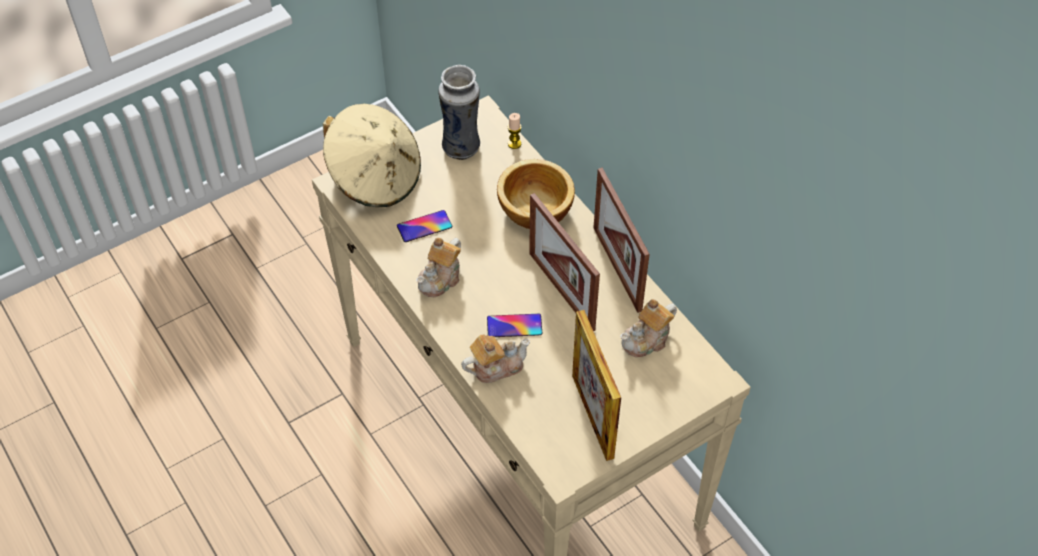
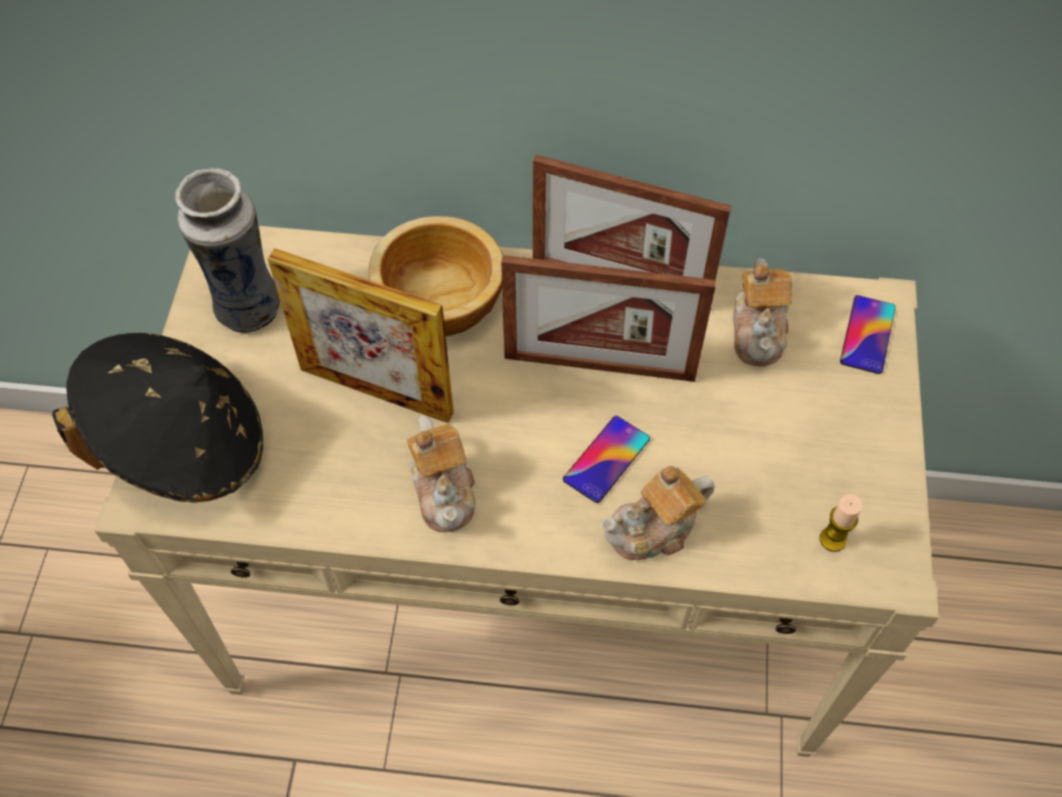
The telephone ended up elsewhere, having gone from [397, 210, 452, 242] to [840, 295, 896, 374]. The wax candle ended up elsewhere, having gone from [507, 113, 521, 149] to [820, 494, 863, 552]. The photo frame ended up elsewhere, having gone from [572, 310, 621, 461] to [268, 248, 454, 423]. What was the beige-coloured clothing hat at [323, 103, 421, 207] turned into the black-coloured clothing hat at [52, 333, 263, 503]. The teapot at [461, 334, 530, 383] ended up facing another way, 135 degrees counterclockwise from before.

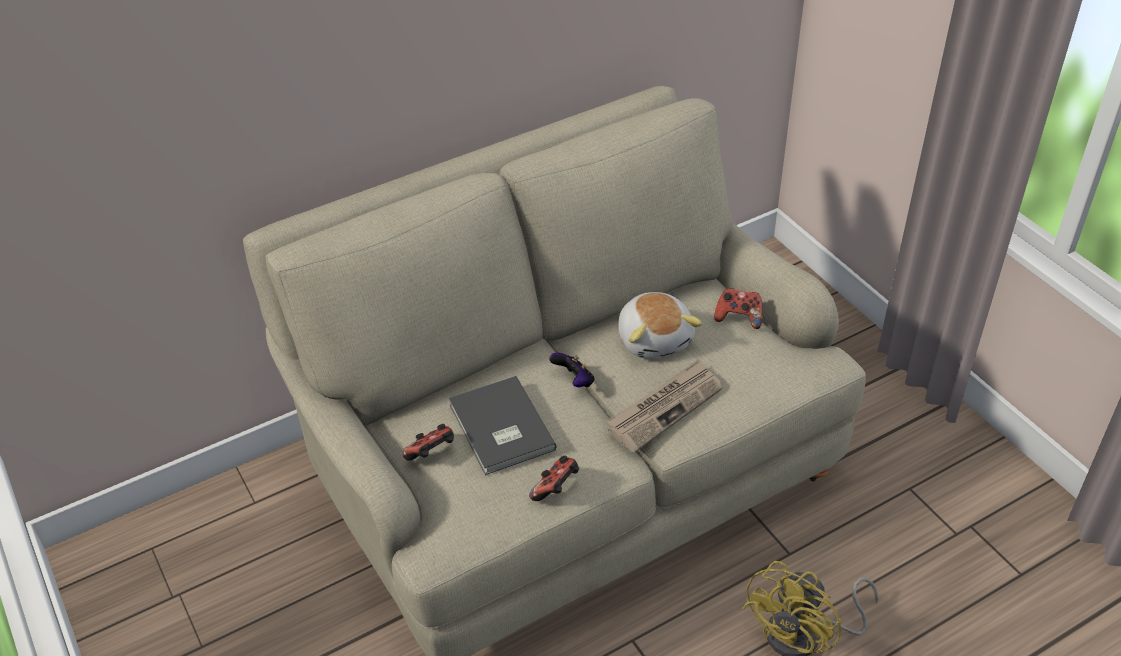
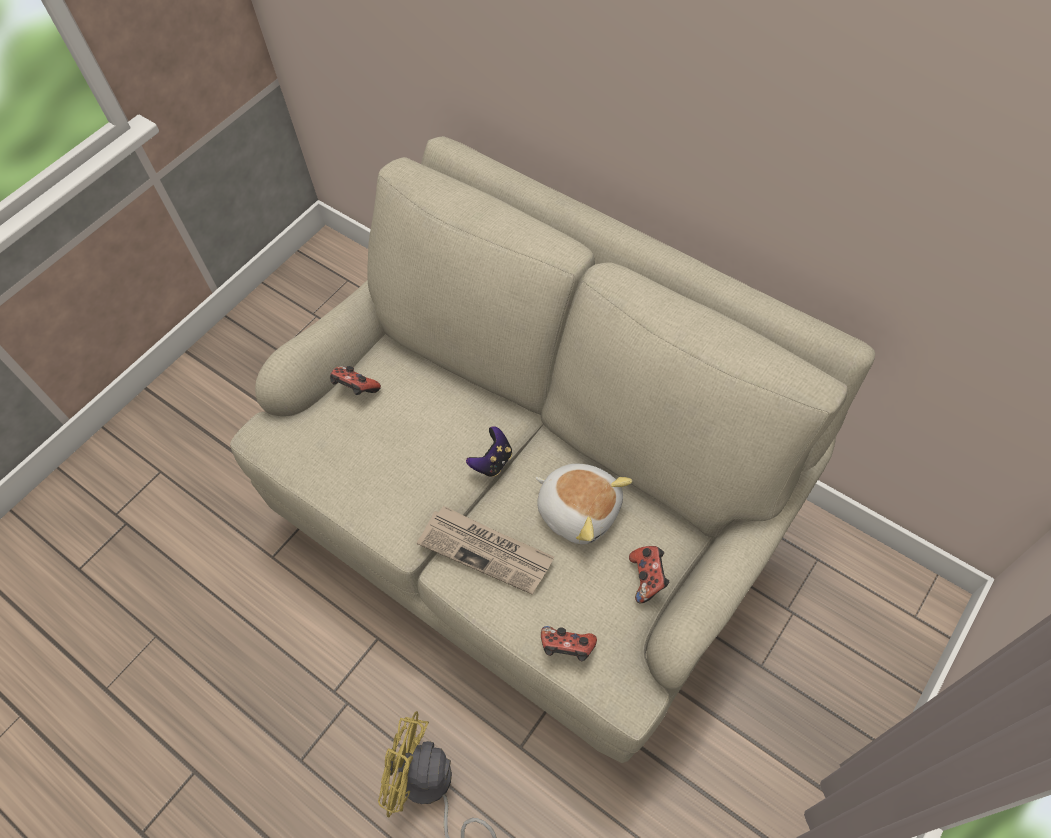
The second view lost the grey bound book at [449, 376, 557, 475]. The joypad ended up elsewhere, having gone from [529, 456, 579, 501] to [541, 626, 597, 661]. The cuddly toy at [618, 292, 702, 359] ended up facing another way, 105 degrees counterclockwise from before.

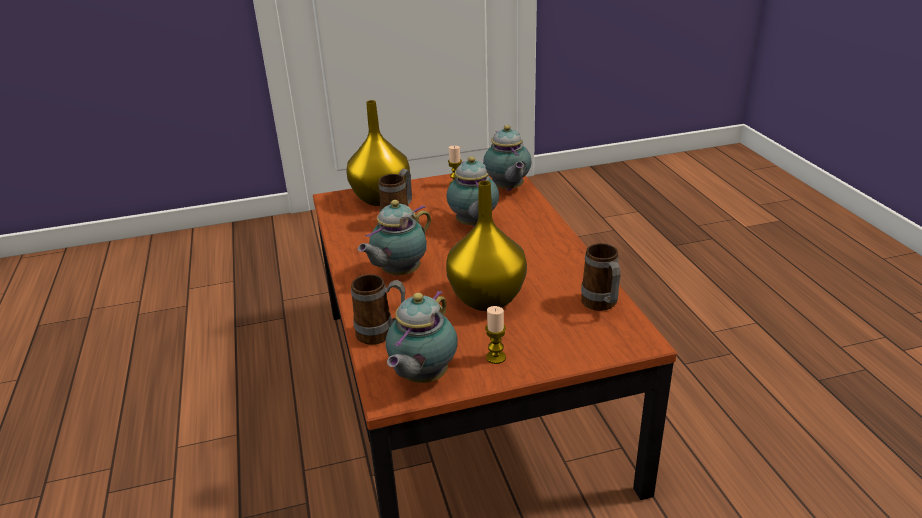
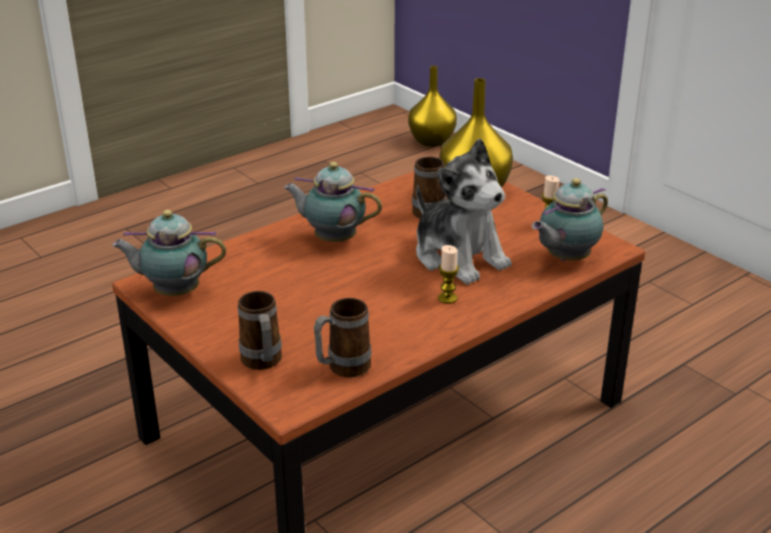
The tea mug ended up elsewhere, having gone from [351, 274, 405, 345] to [238, 291, 282, 370]. The yellow-coloured flower vase ended up elsewhere, having gone from [446, 181, 527, 311] to [408, 66, 457, 147]. The wax candle ended up elsewhere, having gone from [485, 306, 506, 364] to [438, 245, 459, 304]. Where the teapot stood at [446, 156, 499, 227], the cuddly toy came to stand at [416, 138, 511, 285].

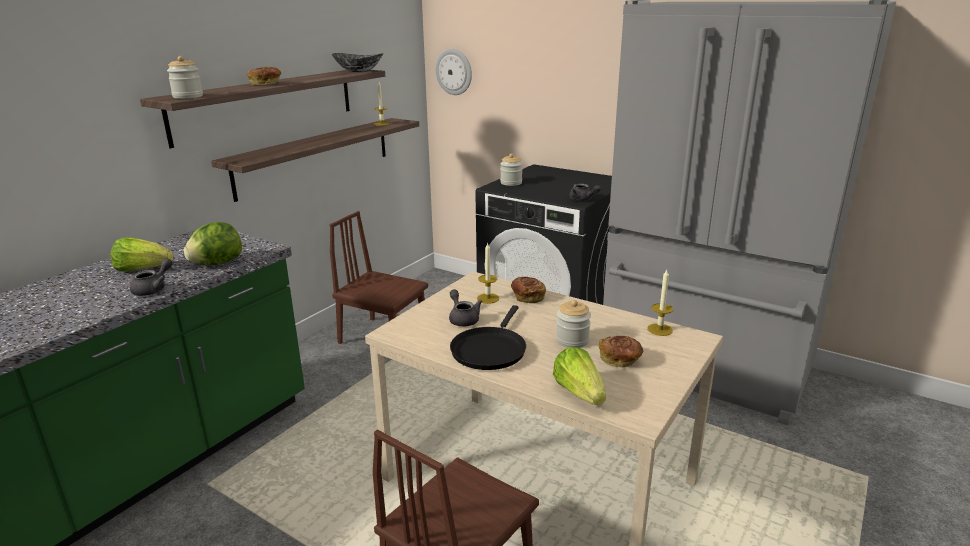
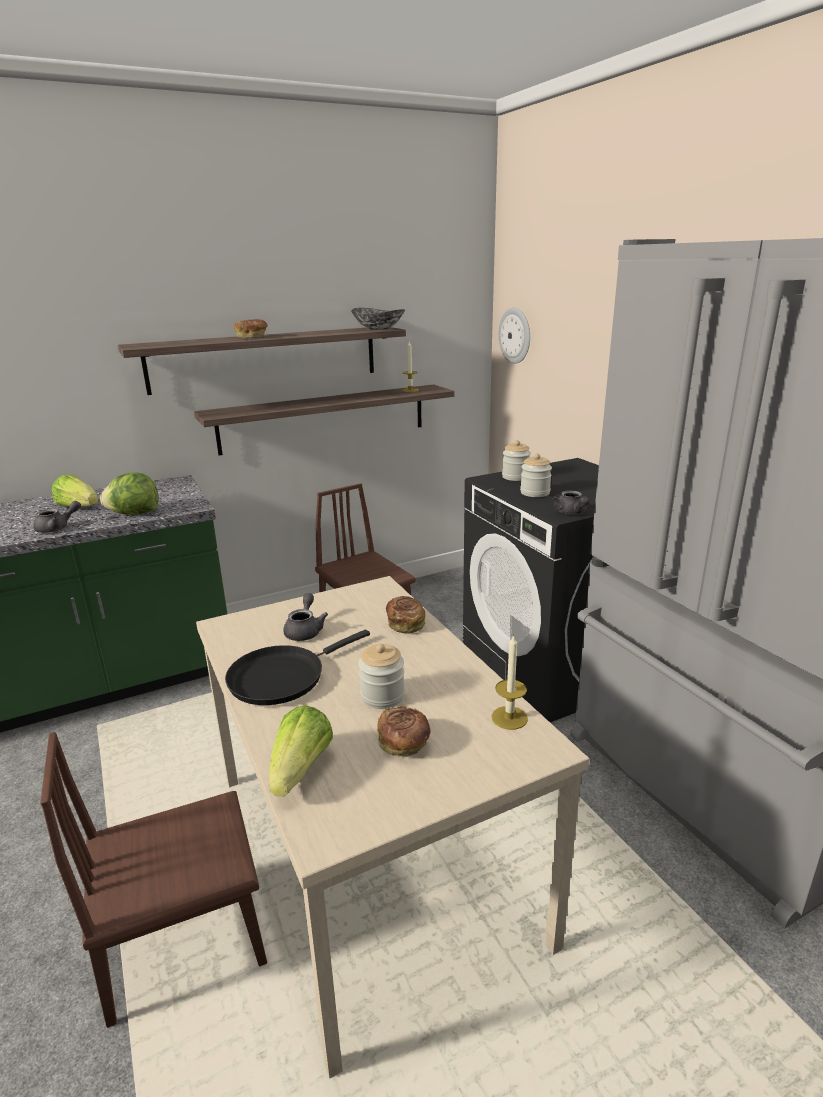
The second view lost the wax candle at [477, 242, 499, 304]. The preserve jar ended up elsewhere, having gone from [167, 56, 203, 99] to [520, 454, 552, 497].

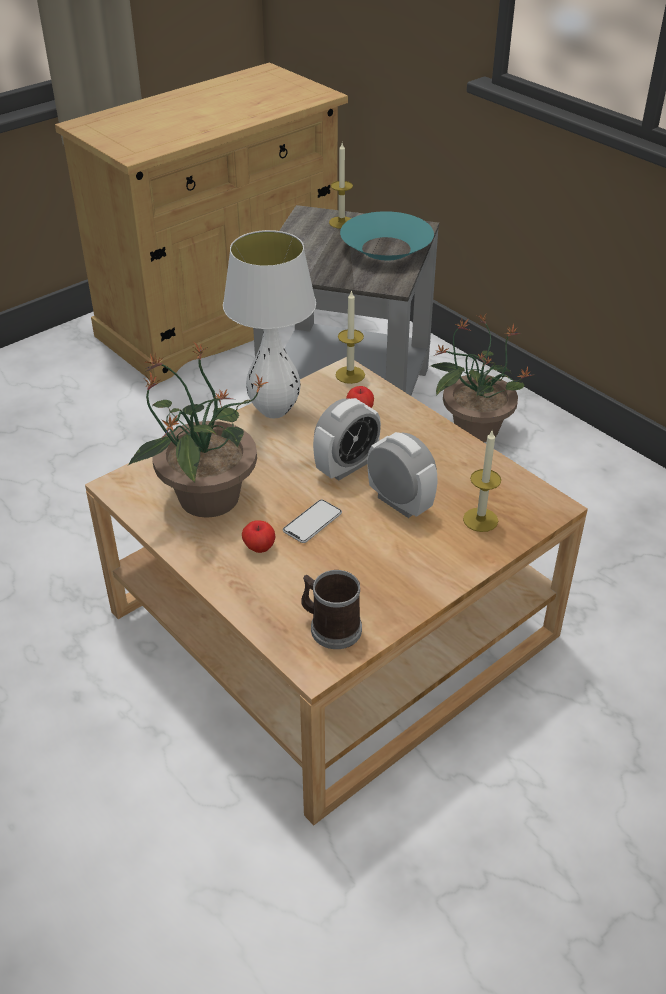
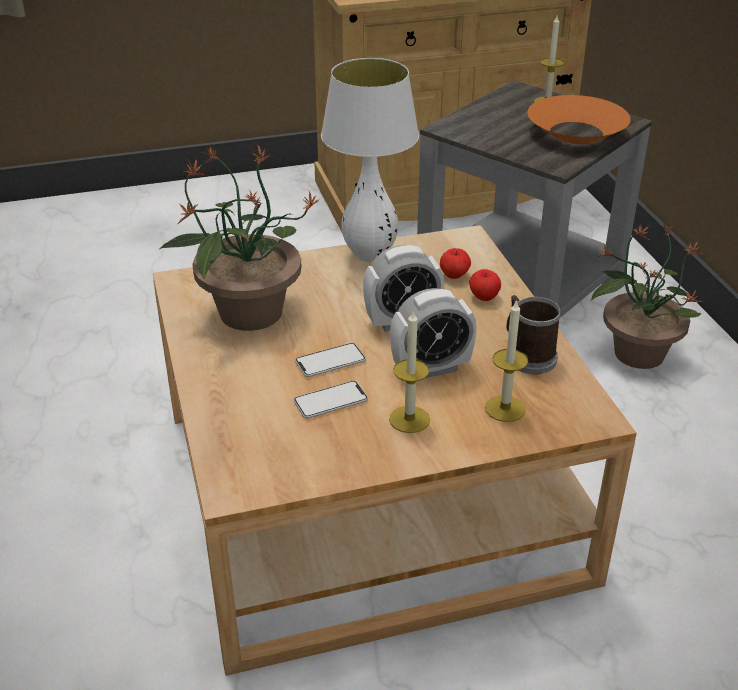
The second view gained the telephone at [293, 381, 368, 419]. The apple fruit ended up elsewhere, having gone from [242, 520, 275, 553] to [469, 269, 501, 301]. The tea mug ended up elsewhere, having gone from [301, 570, 362, 649] to [506, 295, 562, 374]. The wax candle ended up elsewhere, having gone from [335, 290, 365, 384] to [389, 311, 430, 433]. What was the turquoise deep dish at [340, 211, 434, 260] turned into the orange-coloured deep dish at [527, 95, 631, 144]. The table clock at [367, 432, 438, 518] ended up facing another way, 90 degrees clockwise from before.

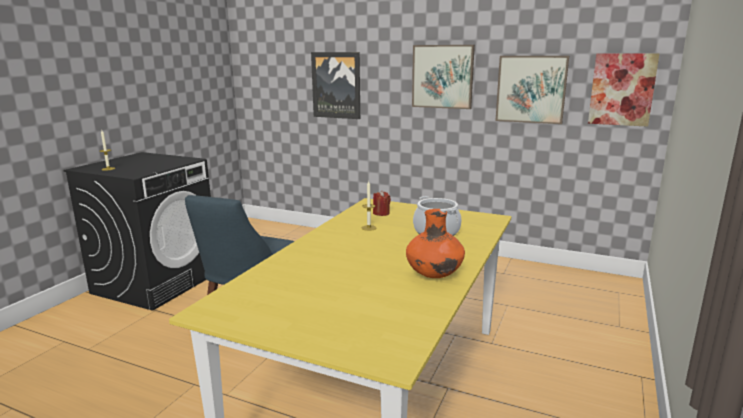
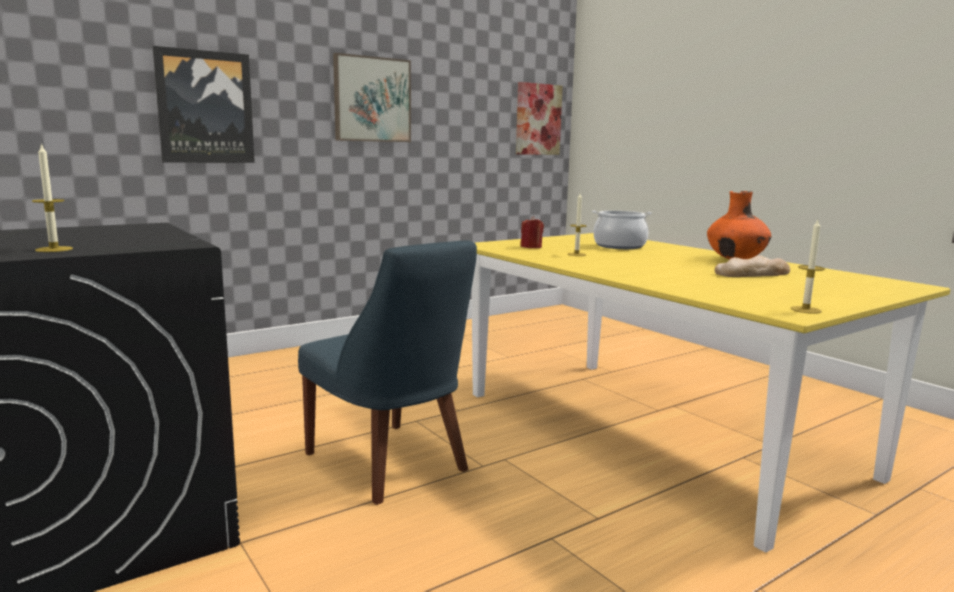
The second view lost the wall picture at [495, 56, 569, 124]. The second view gained the bakery bread at [715, 255, 790, 277]. The second view gained the wax candle at [790, 220, 825, 314].

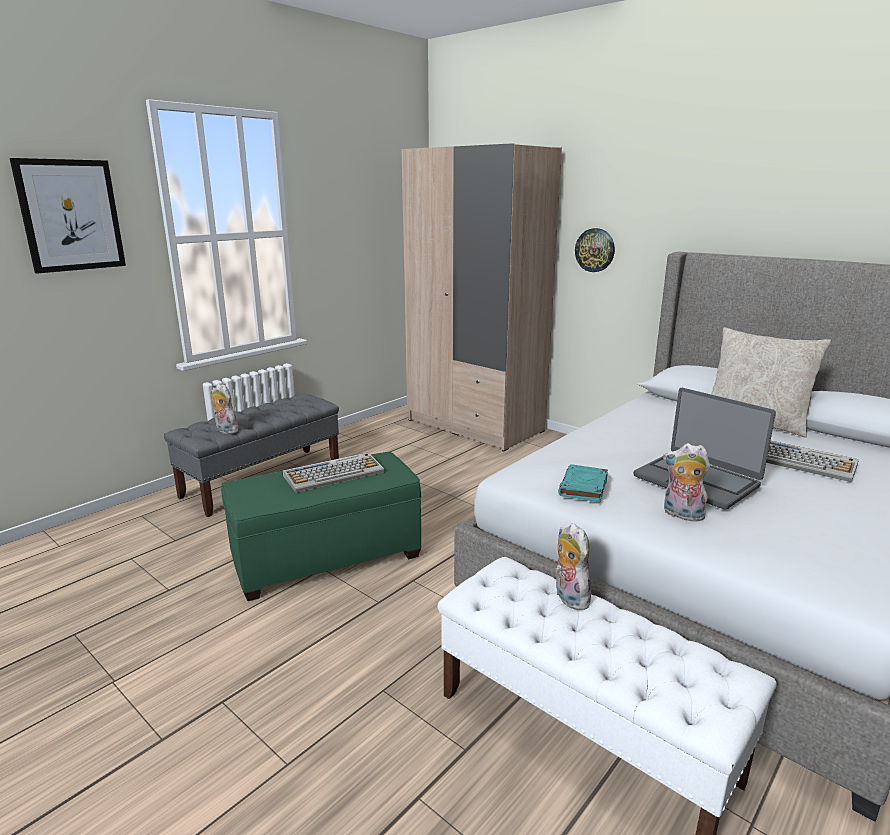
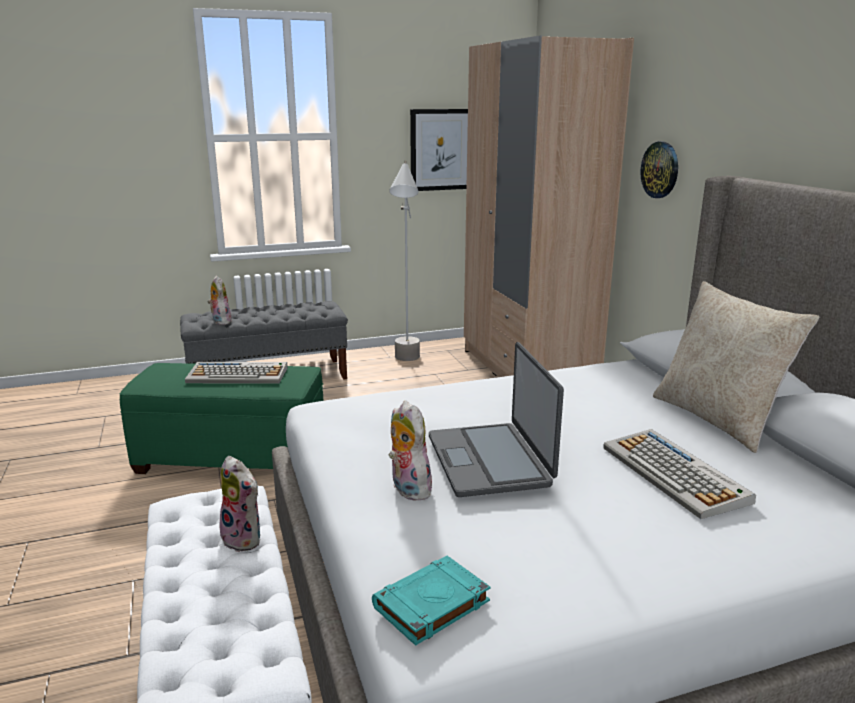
The second view gained the grey standing lamp at [389, 160, 420, 361]. The wall picture ended up elsewhere, having gone from [9, 158, 126, 274] to [410, 109, 468, 191]. The turquoise bound book ended up elsewhere, having gone from [558, 464, 608, 502] to [372, 556, 490, 646]. The cuddly toy at [555, 523, 593, 610] ended up facing another way, 120 degrees clockwise from before.

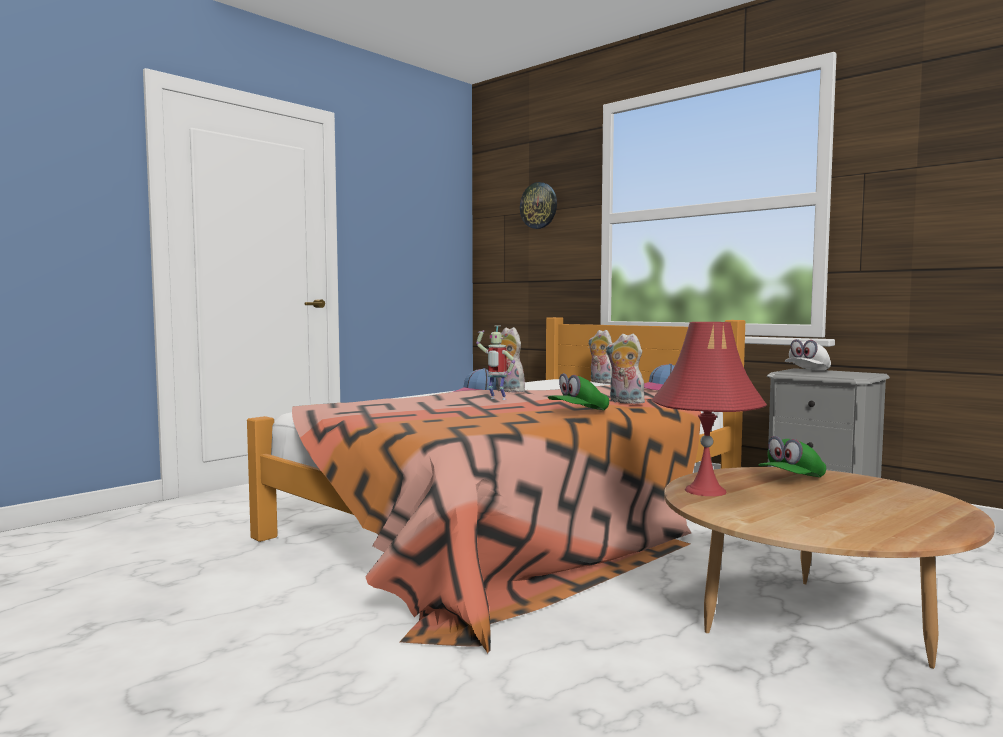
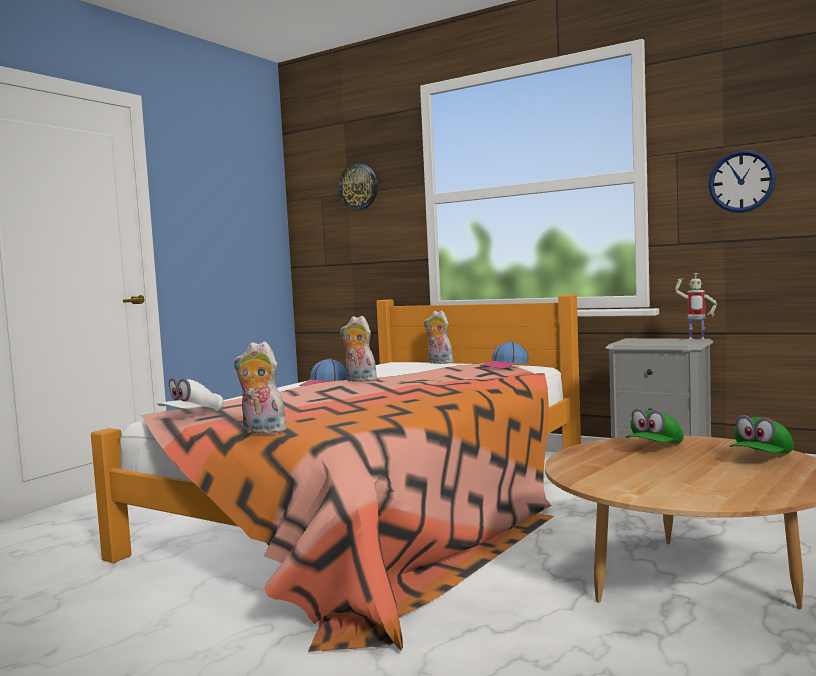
The second view lost the red-coloured table lamp at [652, 322, 767, 496]. The second view gained the hanging clock at [708, 150, 776, 213]. The robot figure ended up elsewhere, having gone from [476, 326, 515, 400] to [674, 273, 717, 339]. The green-coloured peaked cap ended up elsewhere, having gone from [548, 373, 609, 410] to [730, 415, 794, 453]. The cuddly toy ended up elsewhere, having gone from [606, 333, 645, 404] to [234, 341, 289, 434]. The white-coloured peaked cap ended up elsewhere, having gone from [785, 339, 831, 370] to [157, 378, 224, 411].

